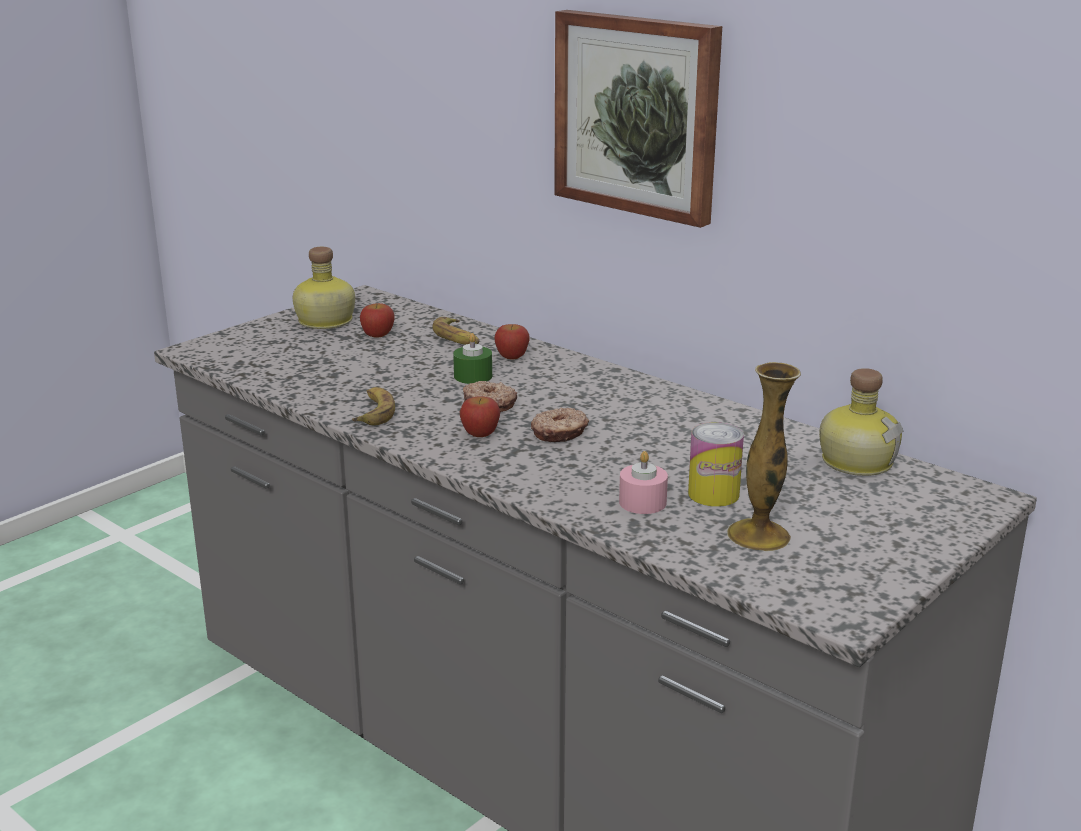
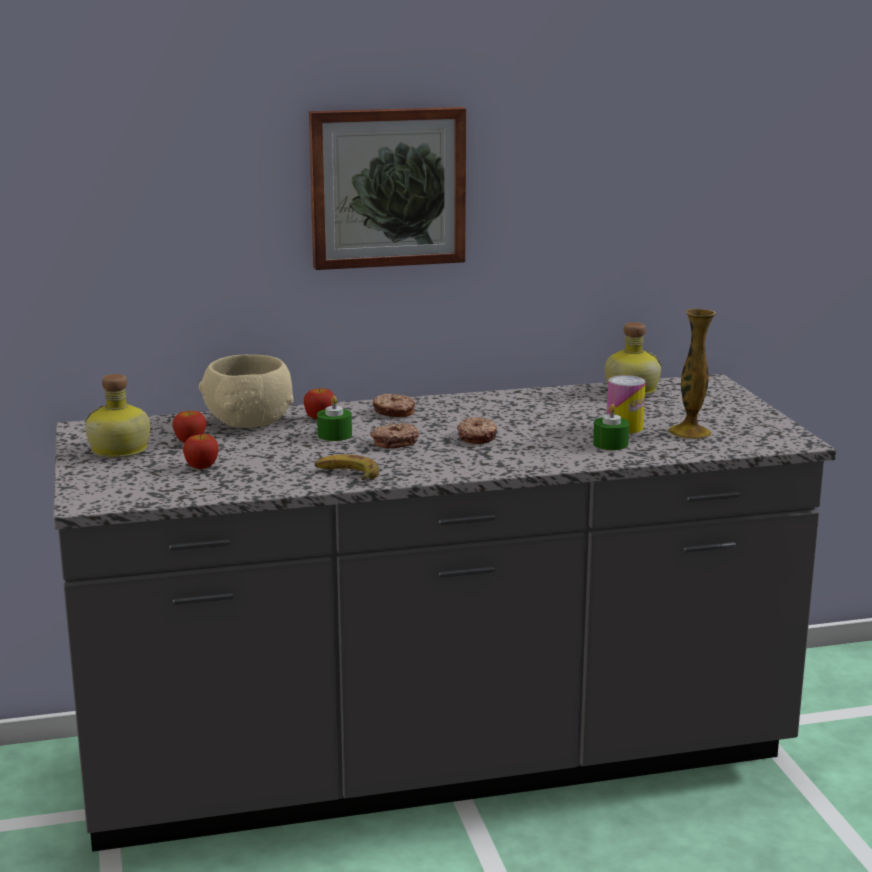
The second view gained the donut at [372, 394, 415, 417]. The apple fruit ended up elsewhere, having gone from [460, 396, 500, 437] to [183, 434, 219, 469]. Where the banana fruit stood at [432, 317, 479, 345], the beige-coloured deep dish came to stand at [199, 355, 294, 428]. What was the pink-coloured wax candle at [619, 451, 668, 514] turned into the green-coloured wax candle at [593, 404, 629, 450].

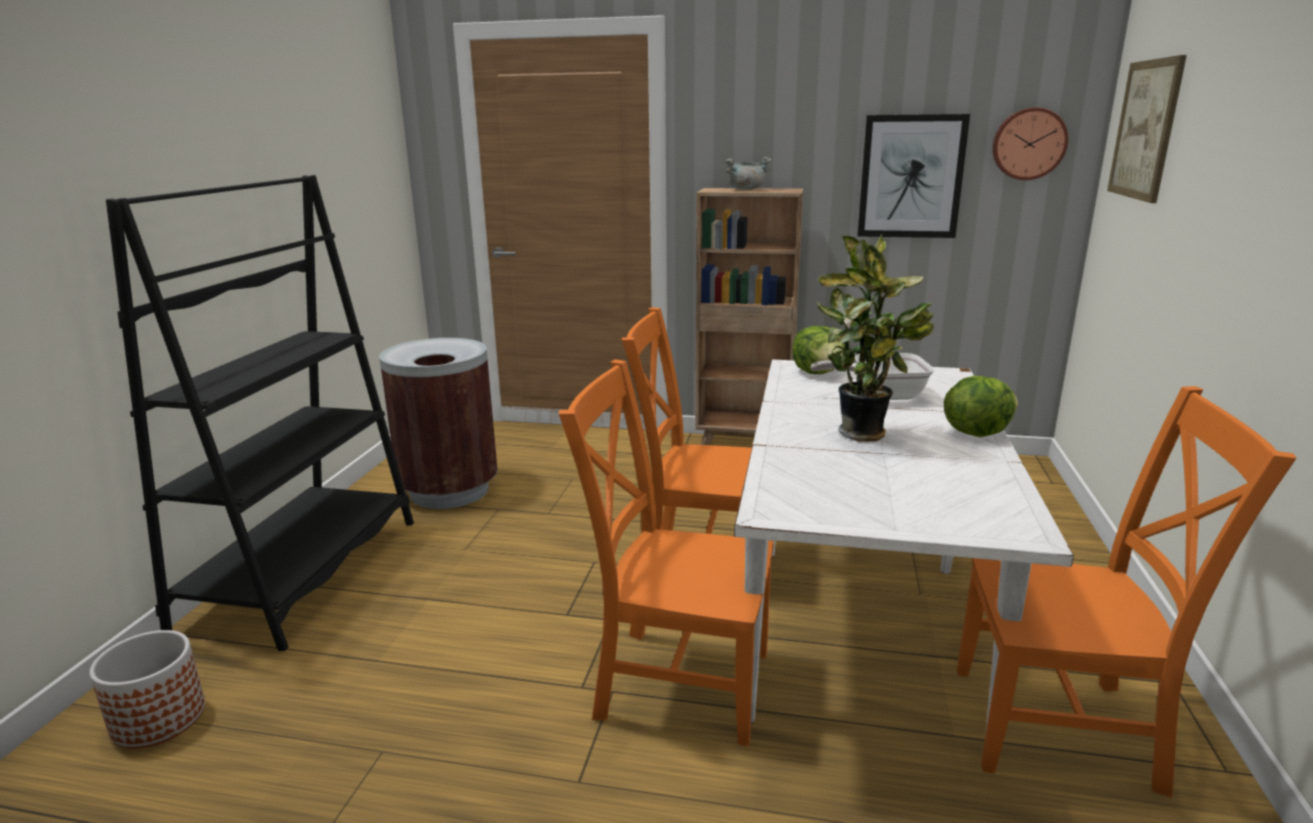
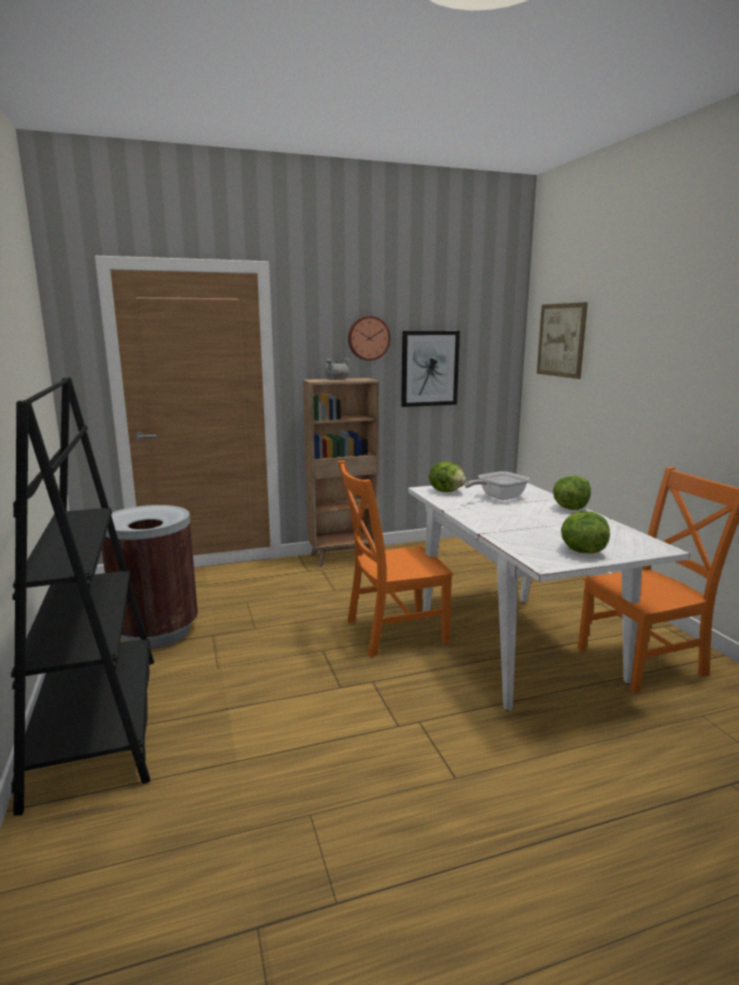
The second view lost the flower pot at [89, 630, 205, 749]. The second view lost the orange-coloured chair at [559, 359, 774, 746]. The second view lost the plant in a pot at [816, 234, 935, 442]. The second view gained the head of lettuce at [561, 511, 610, 554]. The hanging clock ended up elsewhere, having gone from [992, 108, 1068, 180] to [348, 316, 390, 361].

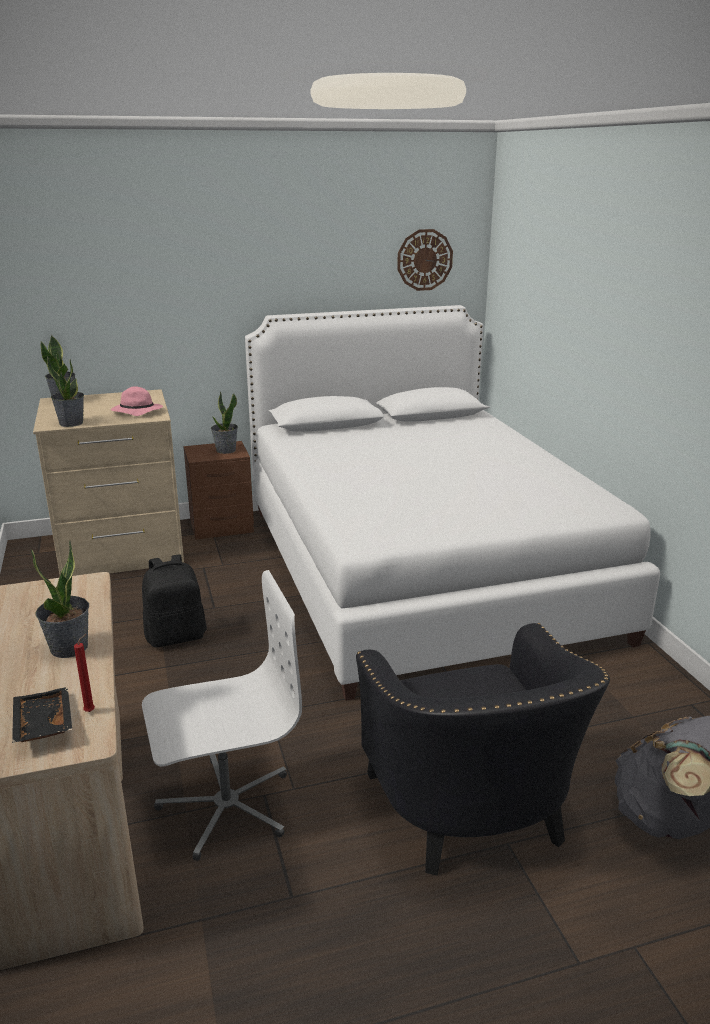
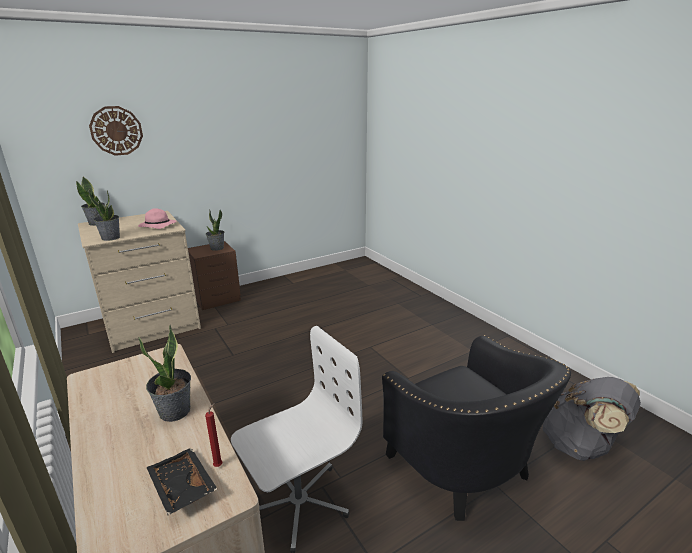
The second view lost the black-coloured backpack at [142, 554, 207, 648]. The second view lost the white-coloured bedroom bed at [245, 305, 660, 701]. The hanging clock ended up elsewhere, having gone from [397, 229, 453, 291] to [89, 106, 143, 156].

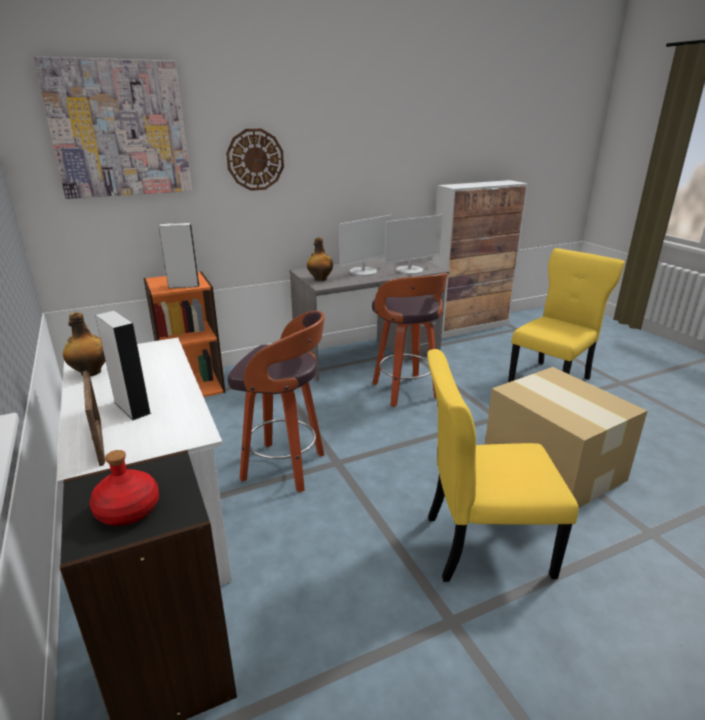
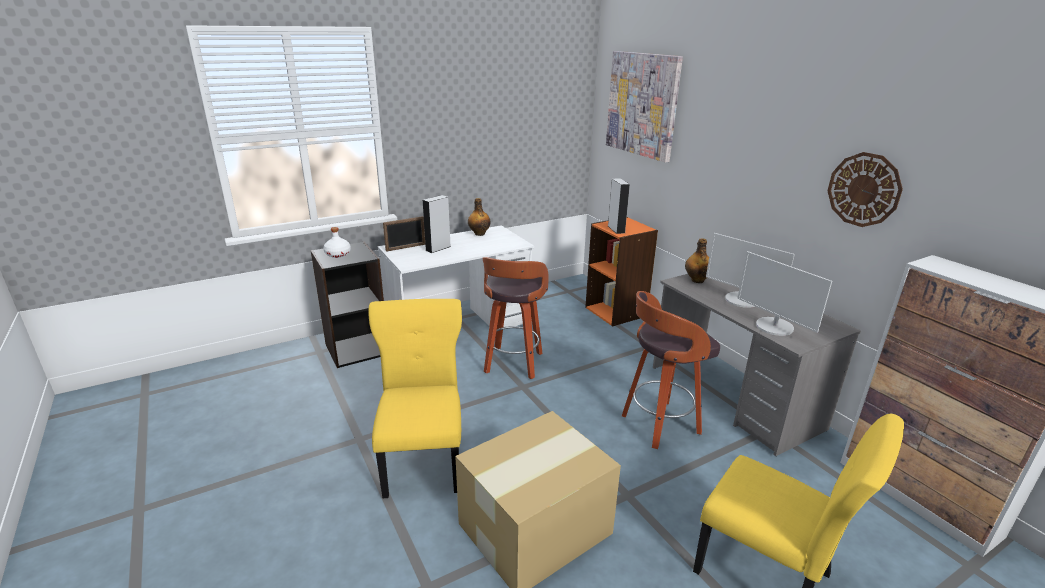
The hanging clock ended up elsewhere, having gone from [226, 129, 284, 191] to [827, 152, 903, 227]. What was the red-coloured bottle at [90, 450, 159, 526] turned into the white-coloured bottle at [323, 227, 351, 258].

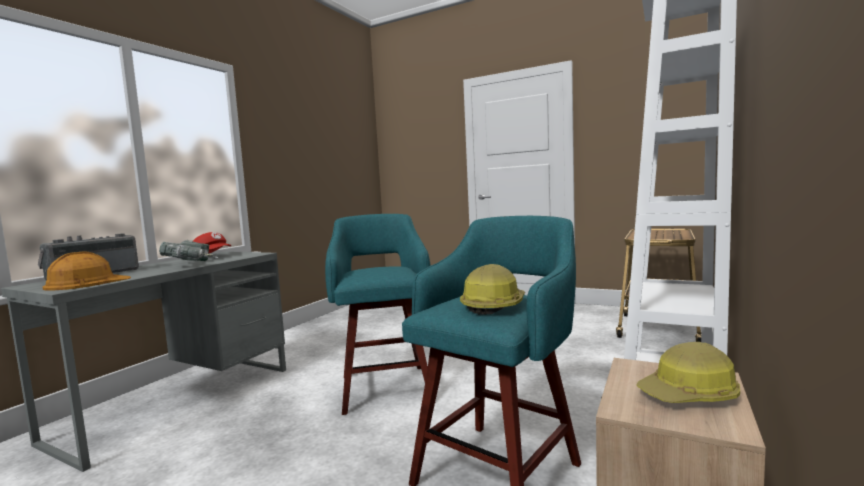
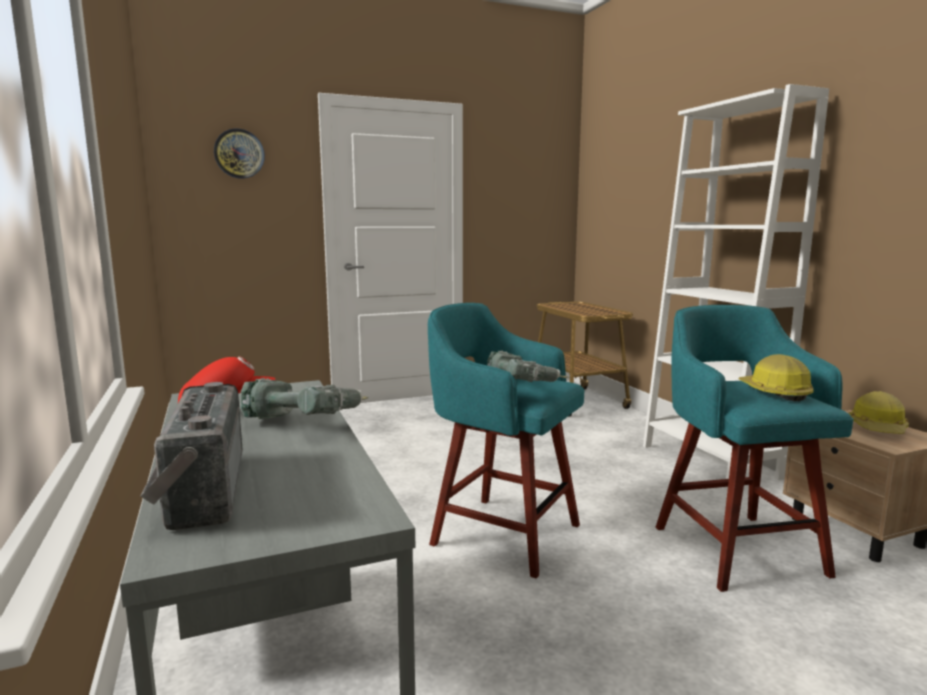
The second view lost the orange-coloured work helmet at [42, 251, 131, 291]. The second view gained the hanging clock at [214, 128, 265, 179]. The second view gained the power drill at [487, 351, 568, 382].

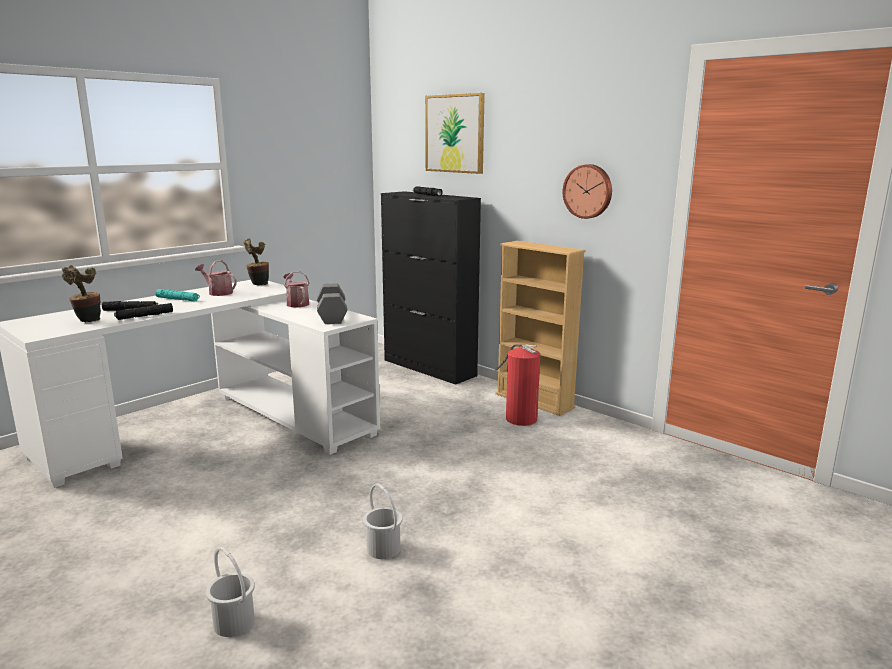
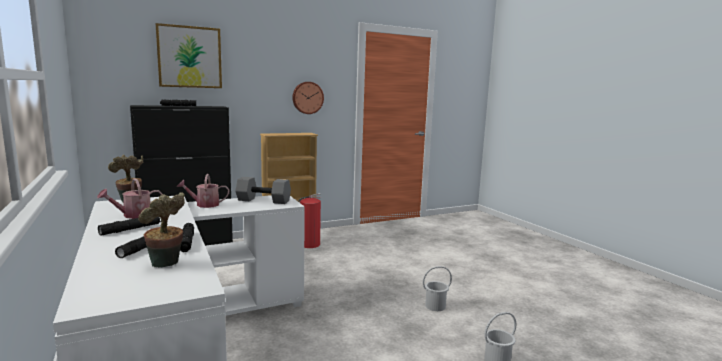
What was the turquoise hand torch at [155, 289, 200, 302] turned into the black-coloured hand torch at [98, 217, 162, 236].

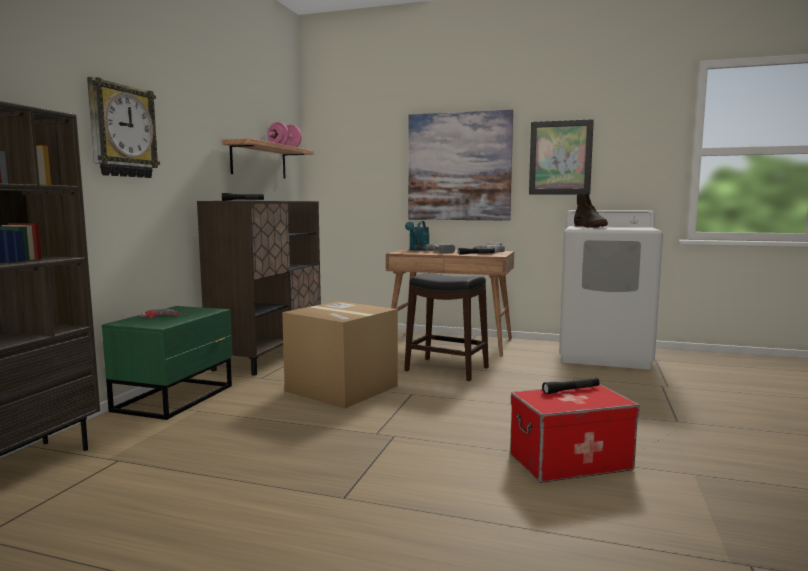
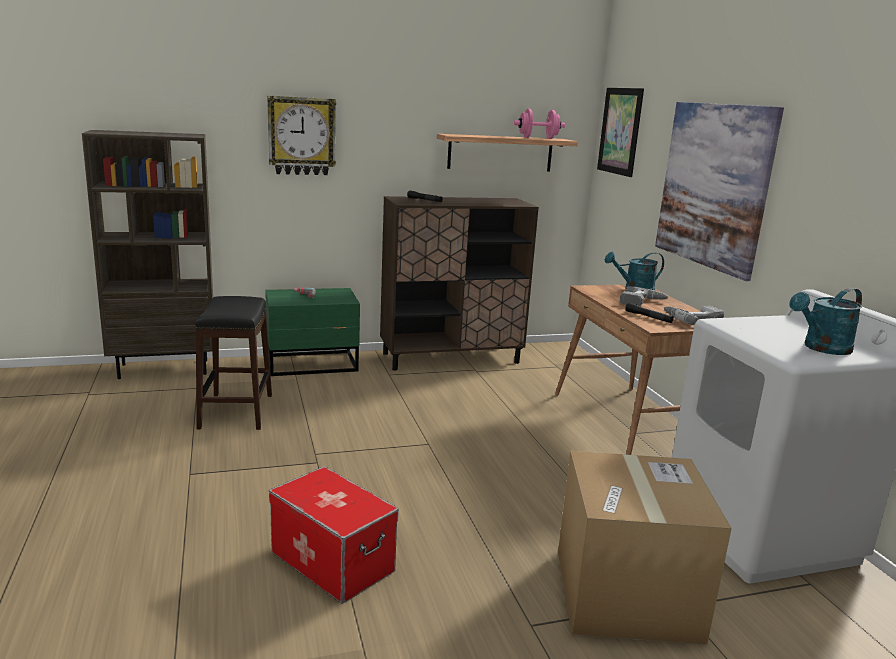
The second view lost the black-coloured hand torch at [542, 378, 600, 394]. The second view lost the brown-coloured high-top boot at [574, 193, 608, 228]. The second view gained the turquoise watering pot at [789, 288, 862, 355]. The carton ended up elsewhere, having gone from [282, 301, 398, 409] to [558, 451, 732, 645]. The black-coloured sitting stool ended up elsewhere, having gone from [404, 273, 489, 381] to [195, 296, 272, 430]. The wall picture ended up elsewhere, having gone from [529, 119, 594, 195] to [597, 88, 644, 177].

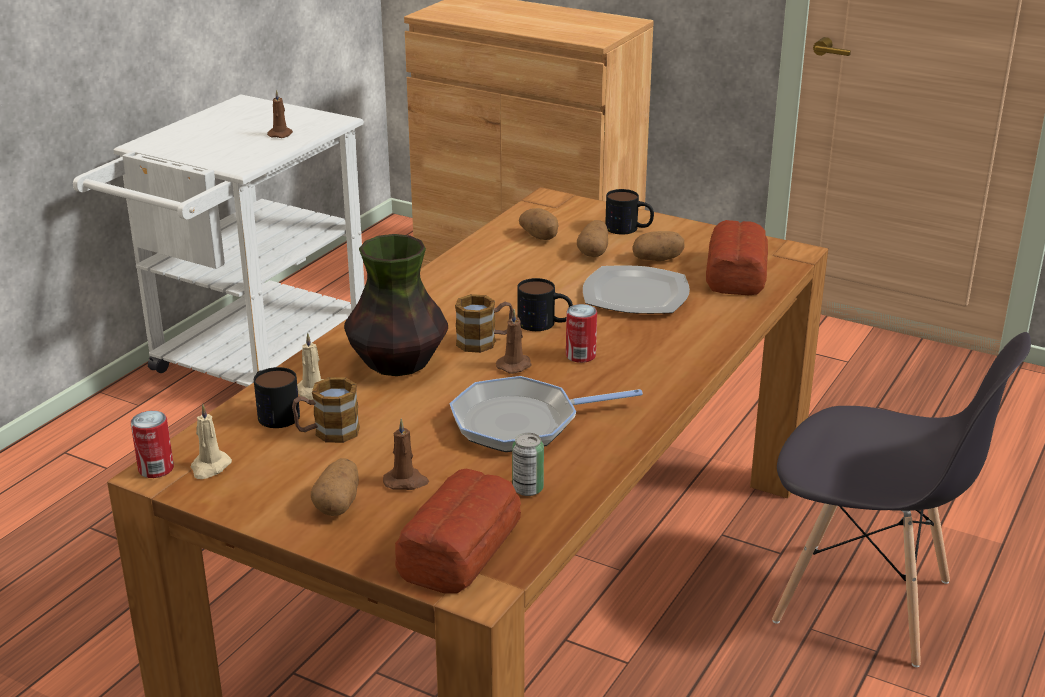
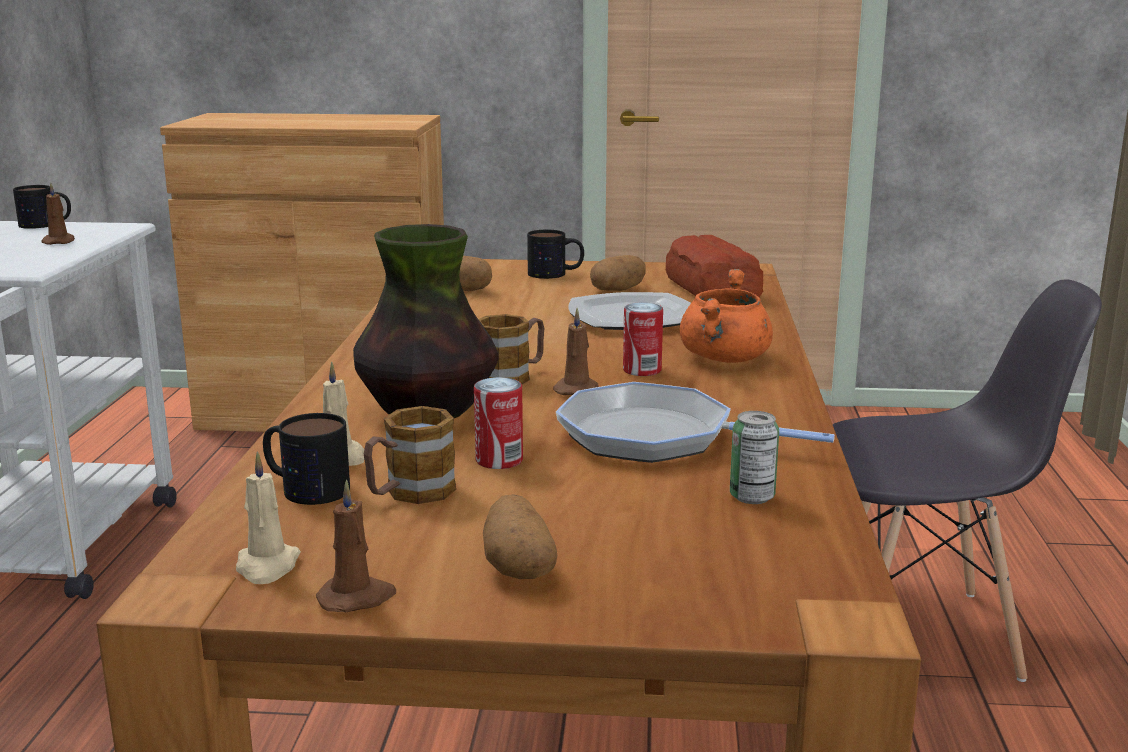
The second view lost the bakery bread at [395, 469, 521, 594]. The second view lost the potato at [577, 220, 608, 257]. The second view gained the orange-coloured cooking pot at [680, 269, 773, 363]. The metal can ended up elsewhere, having gone from [131, 411, 174, 478] to [474, 377, 523, 469]. The brown-coloured wax candle ended up elsewhere, having gone from [383, 418, 429, 490] to [316, 480, 396, 612]. The tea mug ended up elsewhere, having gone from [517, 278, 573, 331] to [13, 185, 71, 229]. The frying pan at [449, 376, 643, 452] ended up facing another way, 60 degrees clockwise from before.

